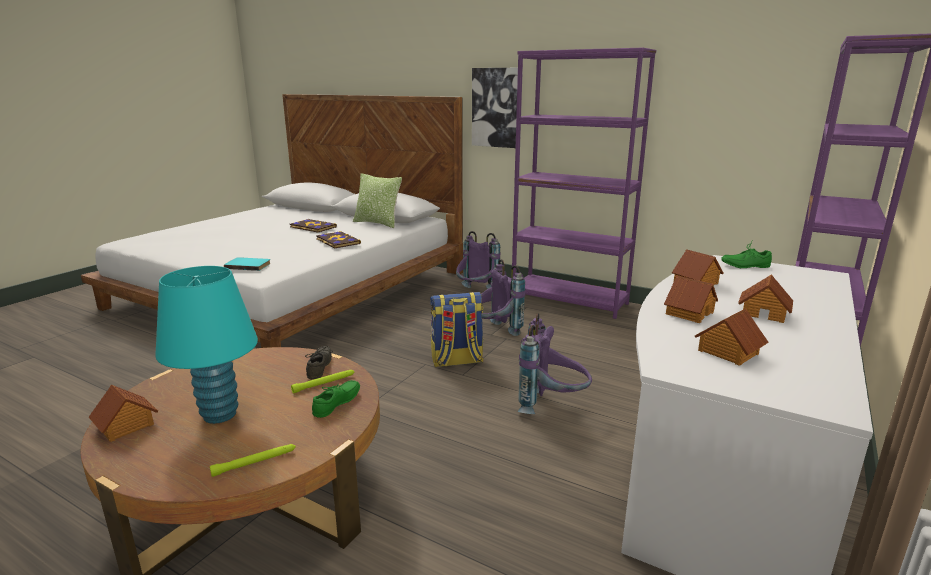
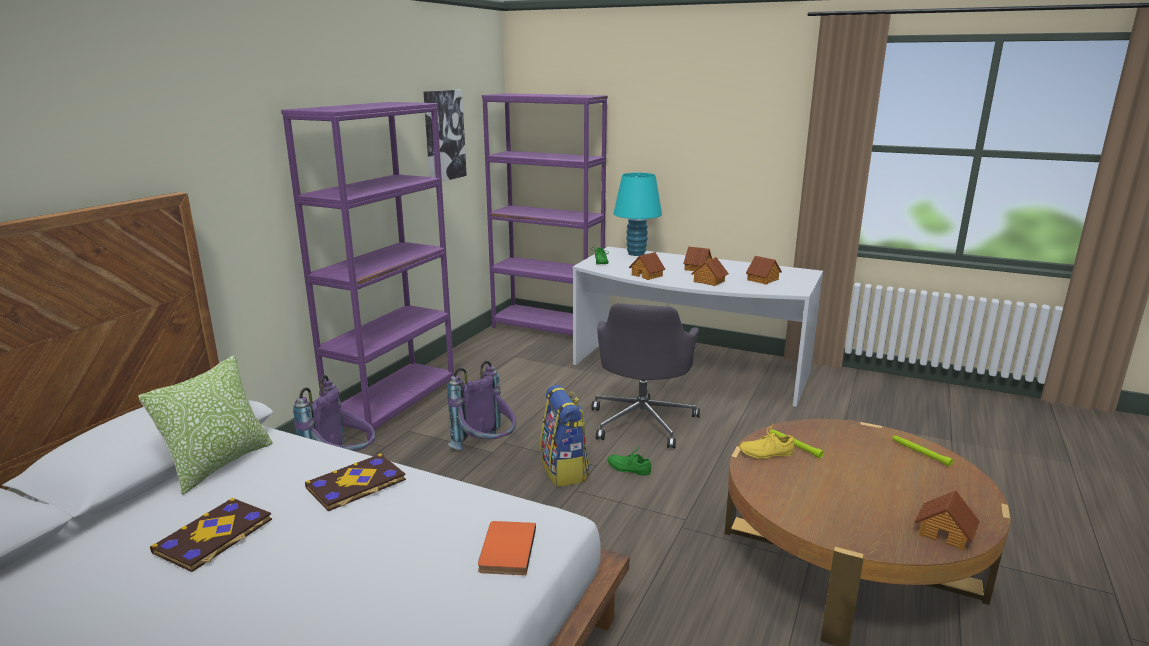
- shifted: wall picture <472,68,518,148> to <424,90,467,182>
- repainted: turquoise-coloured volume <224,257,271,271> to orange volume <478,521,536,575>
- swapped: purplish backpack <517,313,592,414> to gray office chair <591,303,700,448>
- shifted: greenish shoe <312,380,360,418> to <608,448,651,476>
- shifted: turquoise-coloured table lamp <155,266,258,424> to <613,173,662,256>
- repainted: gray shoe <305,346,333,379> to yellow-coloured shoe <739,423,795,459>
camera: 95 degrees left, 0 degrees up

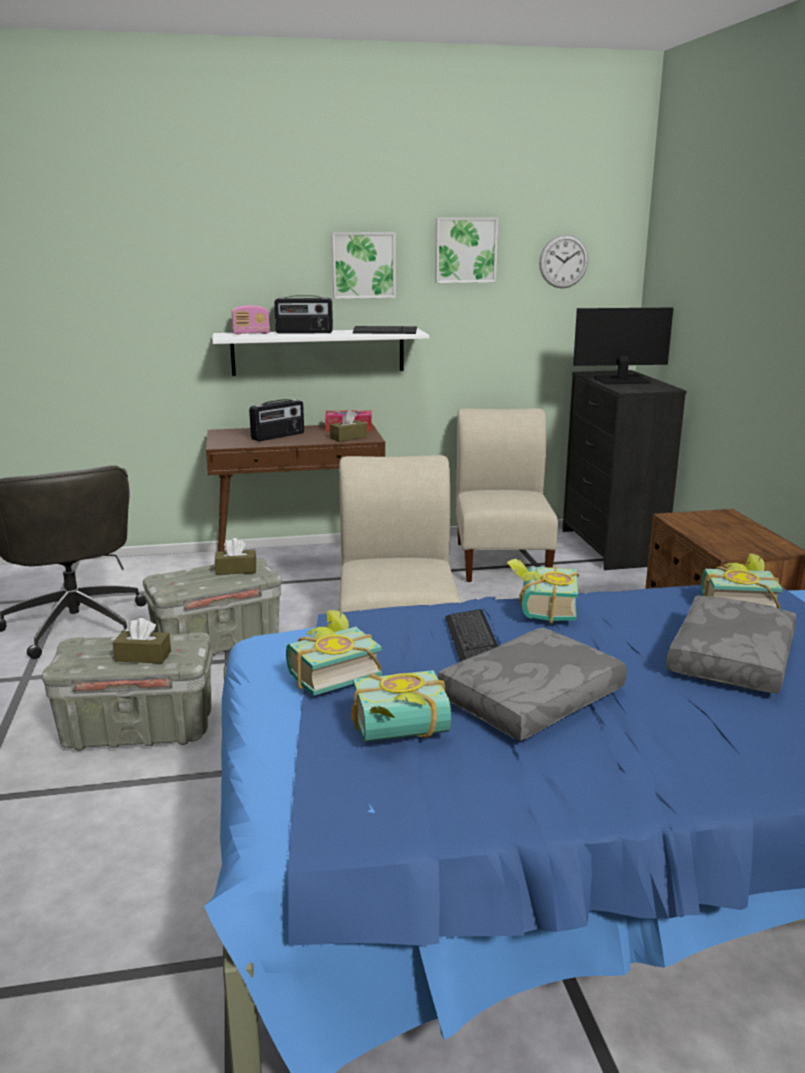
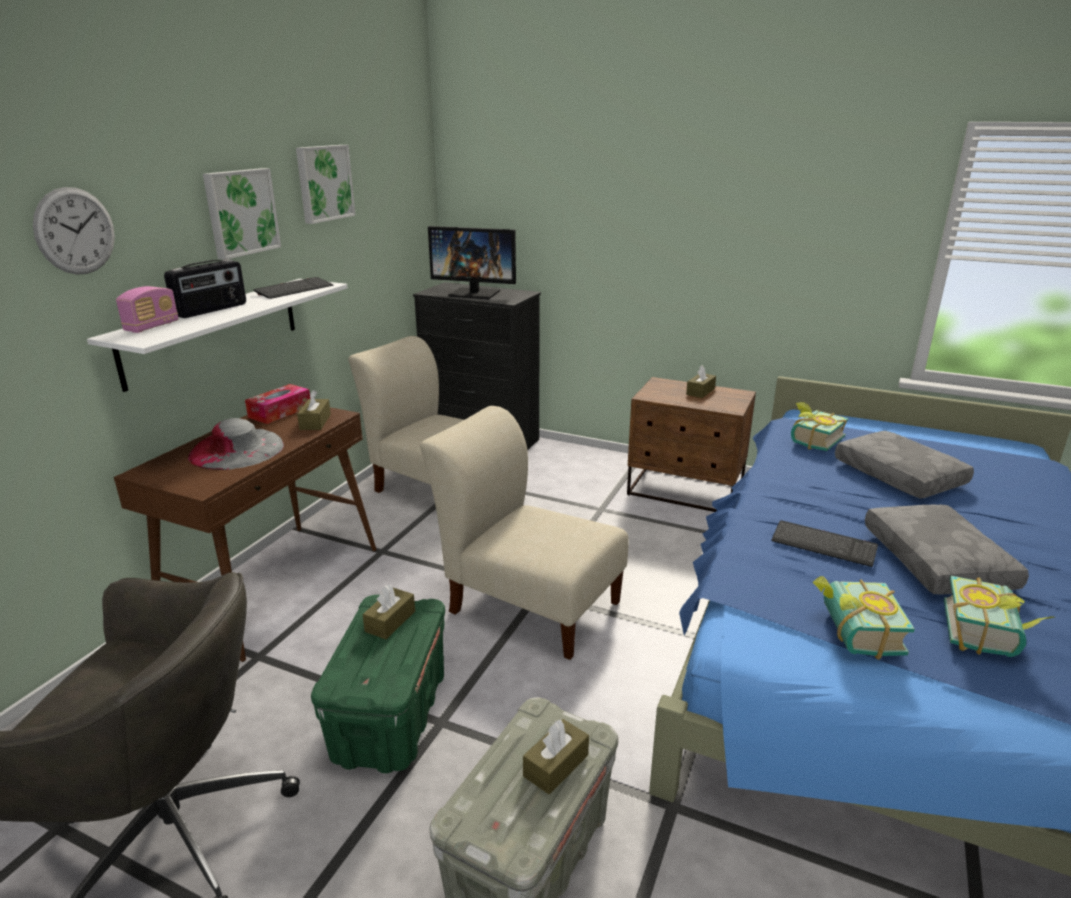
- shifted: hanging clock <539,235,588,288> to <33,187,115,274>
- swapped: radio receiver <249,399,304,441> to gray hat <188,418,284,470>
- repainted: gray storage container <143,557,282,655> to greenish storage container <311,595,445,774>
- rotated: monitor <573,308,673,384> = <428,226,516,299> 105 degrees counterclockwise
- new: brown-coloured box of tissues <686,365,716,398>
- gone: volume <507,559,579,624>
camera: 55 degrees left, 5 degrees up

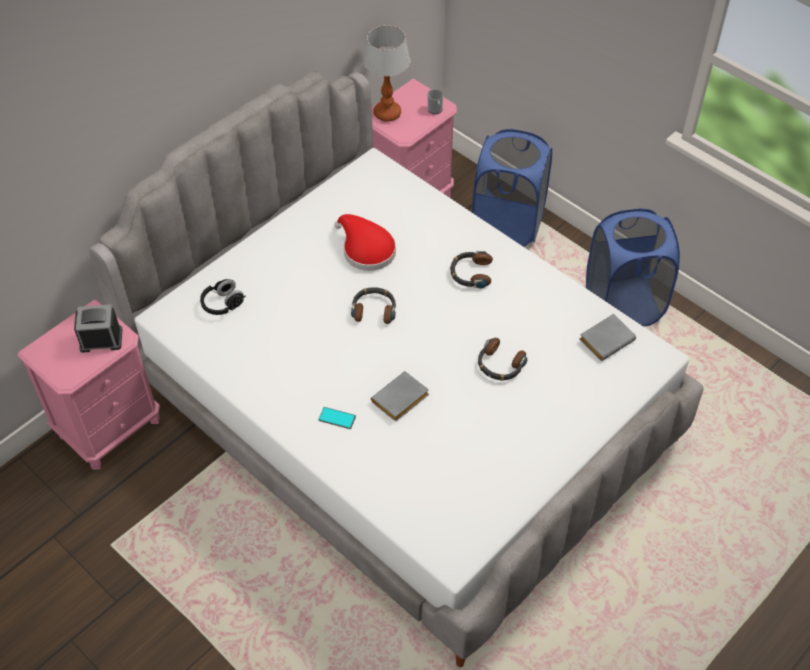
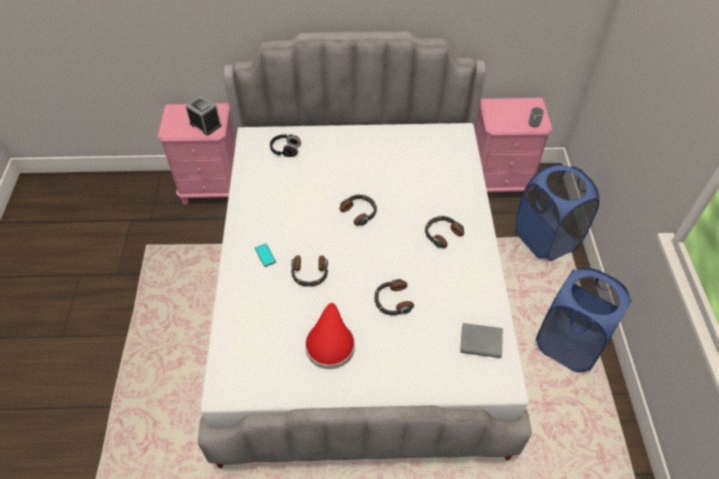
- swapped: gray volume <371,371,429,422> to pair of headphones <291,255,328,287>
- shifted: red hat <334,214,396,271> to <305,303,355,369>
- gone: table lamp <363,25,410,121>
camera: 45 degrees right, 0 degrees up

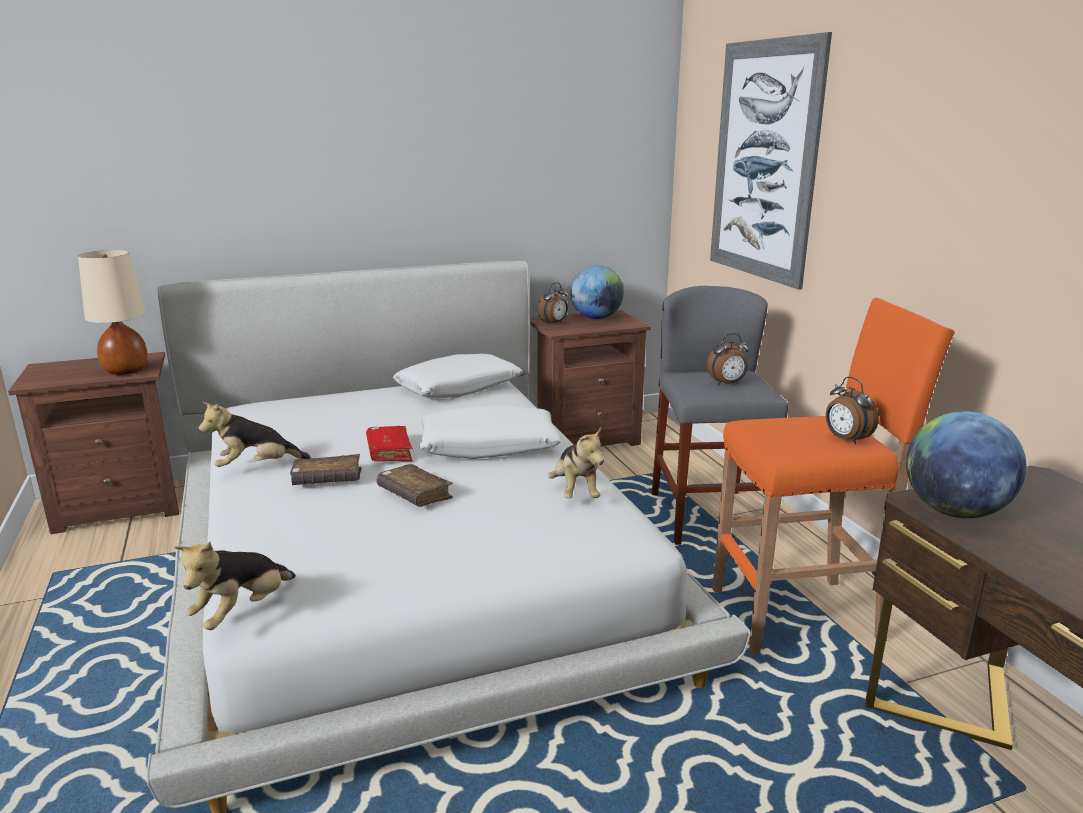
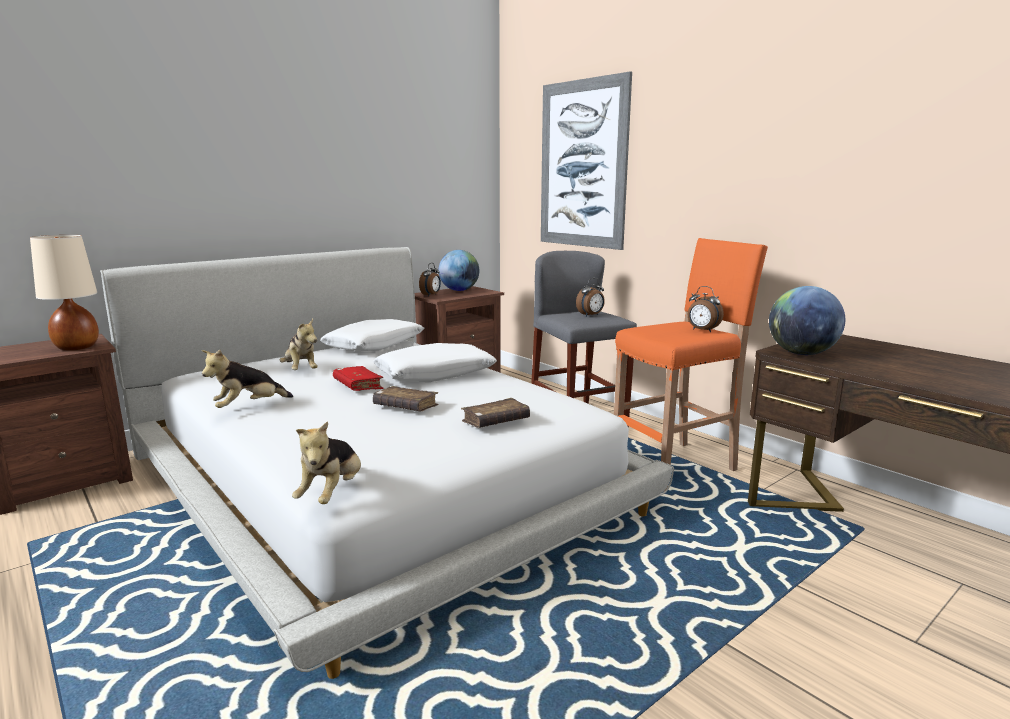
- shifted: plush toy <548,427,604,499> to <279,319,318,370>
- shifted: brown-coloured volume <290,454,362,485> to <461,398,530,428>
camera: 20 degrees left, 5 degrees down

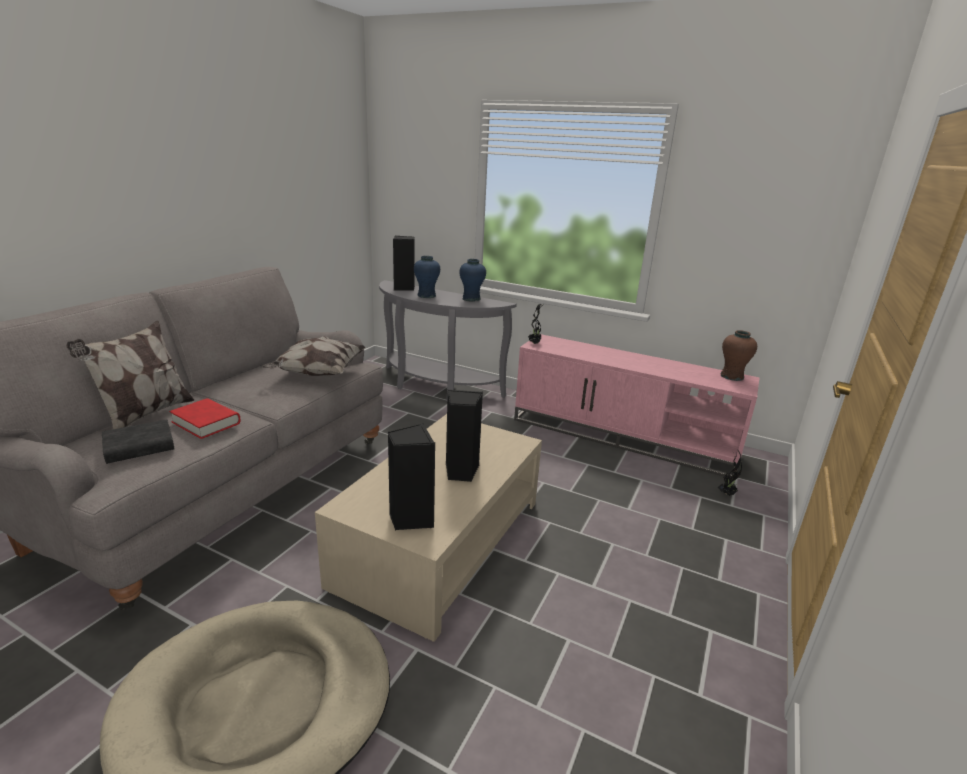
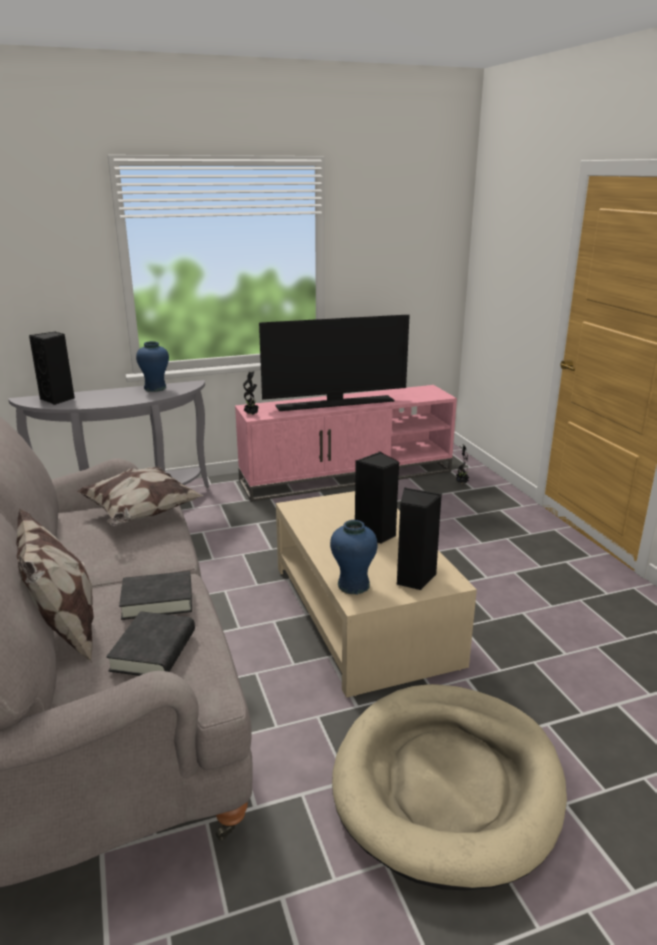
- repainted: red volume <169,398,241,439> to blackish volume <119,571,192,620>
- new: television <259,315,410,411>
- shifted: blue-coloured vase <414,256,440,298> to <330,520,378,595>
- gone: brown-coloured vase <721,330,757,381>
camera: 45 degrees left, 0 degrees up

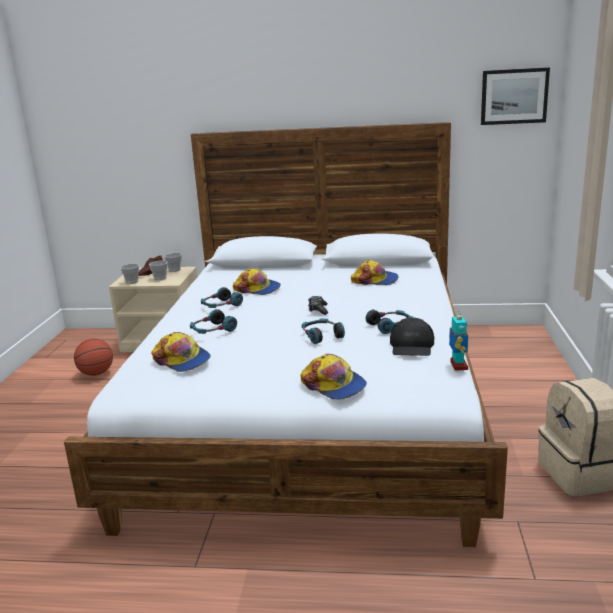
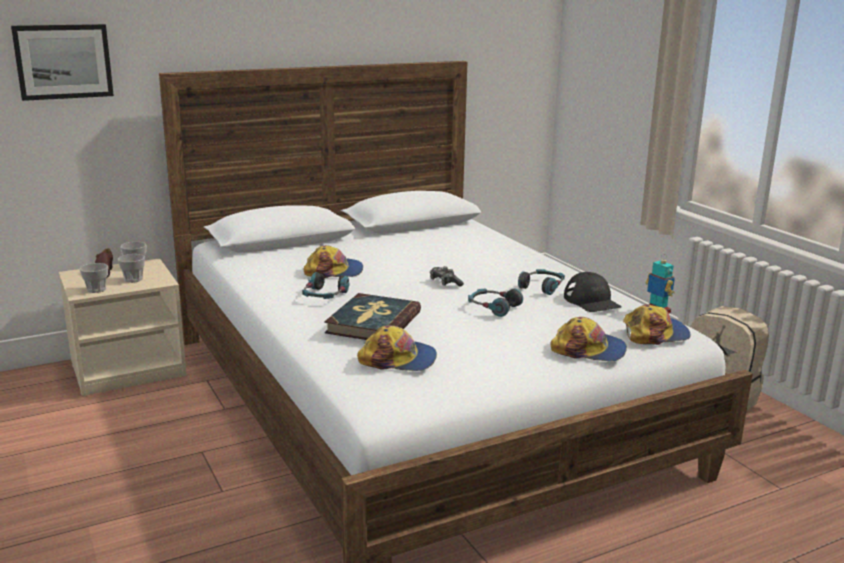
- shifted: wall picture <481,67,550,125> to <11,24,114,101>
- swapped: pair of headphones <190,309,237,334> to volume <324,293,421,340>
- shifted: cap <351,260,399,285> to <623,304,691,345>
- gone: basketball <74,338,113,376>
camera: 35 degrees left, 0 degrees up

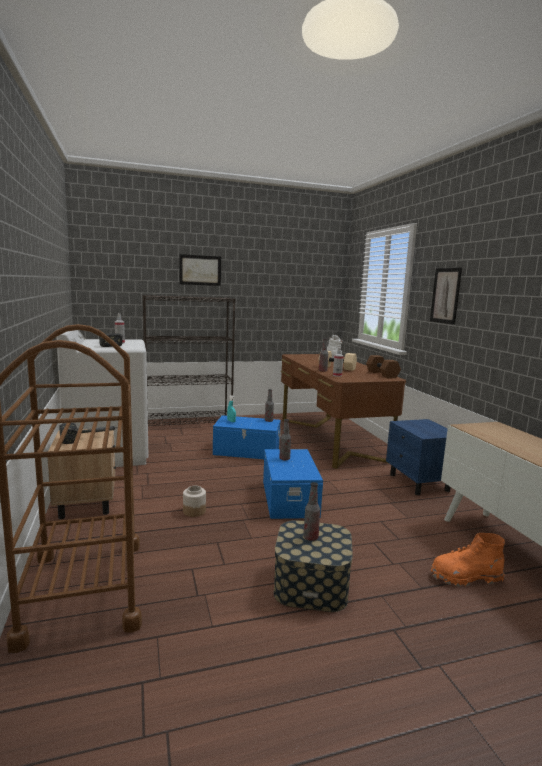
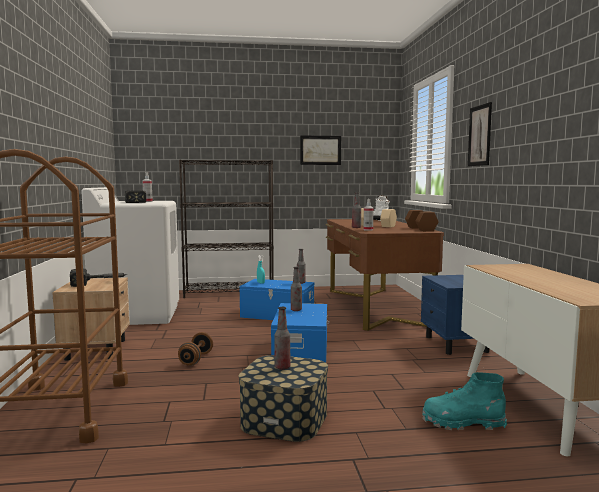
- swapped: preserve jar <183,486,206,517> to brown-coloured dumbbell <178,332,213,366>
- shifted: wall picture <179,254,221,286> to <300,135,341,165>
- repainted: orange high-top boot <431,533,505,587> to turquoise-coloured high-top boot <422,372,507,430>
camera: 10 degrees right, 5 degrees down

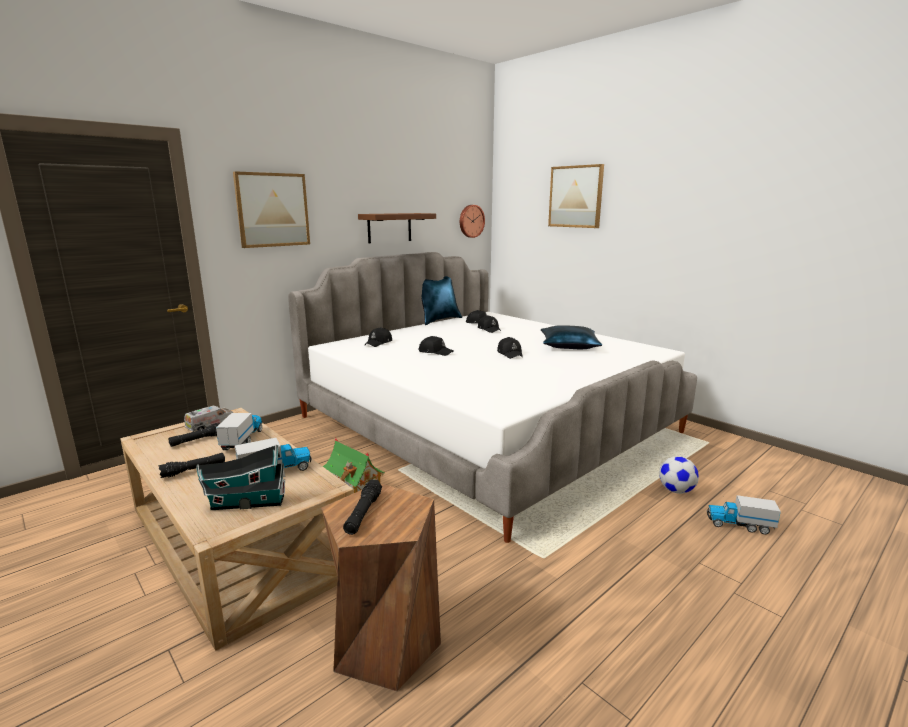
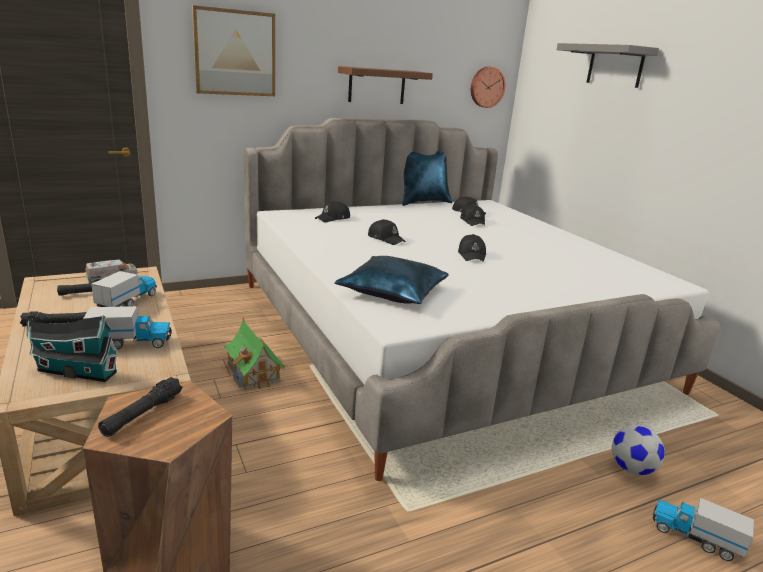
- shifted: blue-coloured cushion <541,325,602,350> to <334,256,449,304>
- swapped: wall picture <548,164,604,228> to gray bracket shelf <557,43,659,88>
camera: 15 degrees right, 5 degrees up

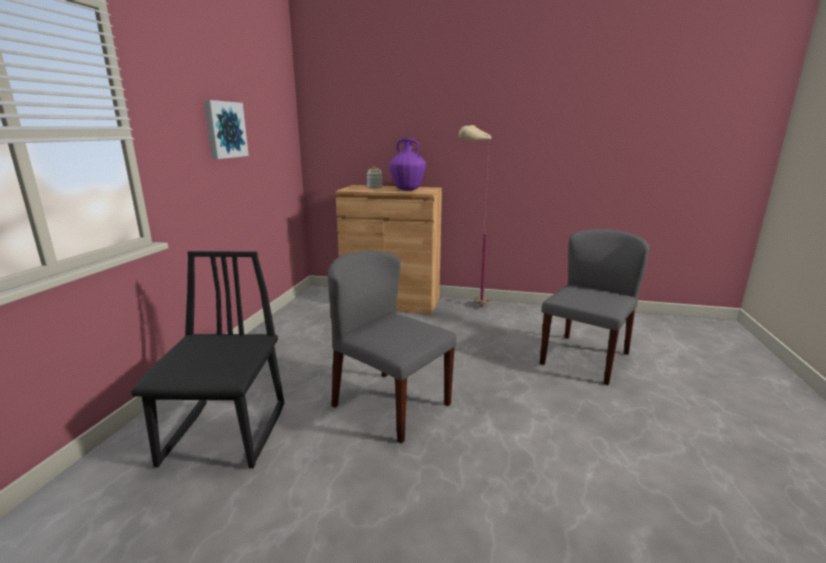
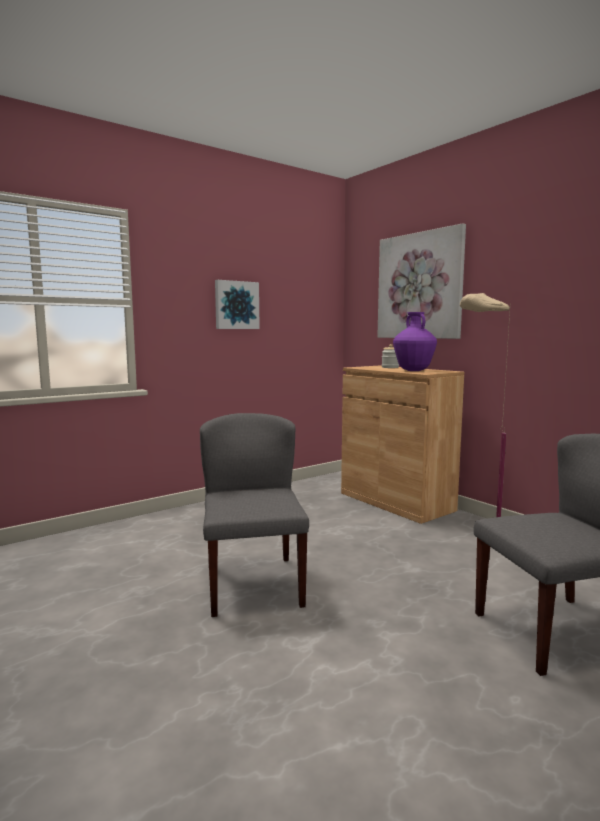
- new: wall picture <377,223,466,339>
- gone: blackish upright chair <131,251,284,468>
camera: 40 degrees right, 10 degrees down

